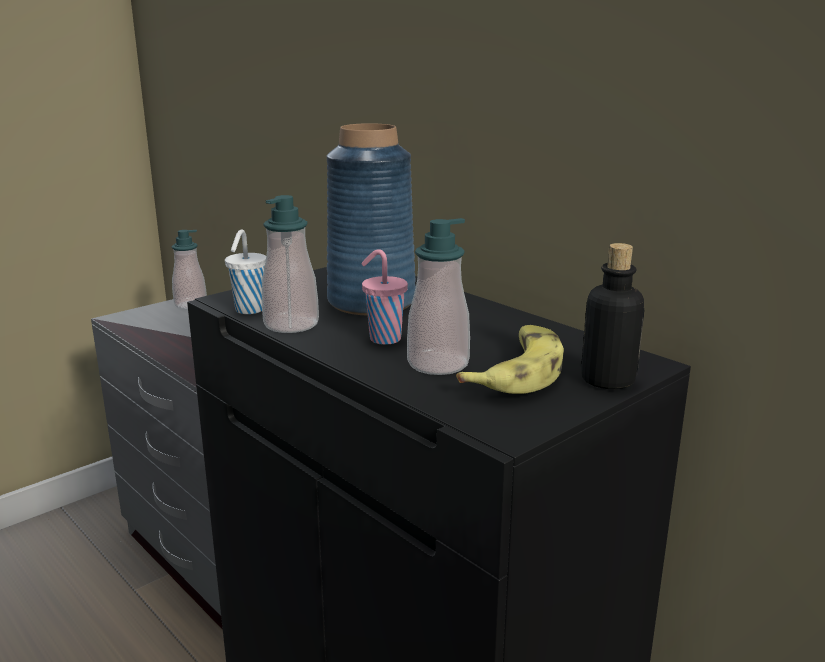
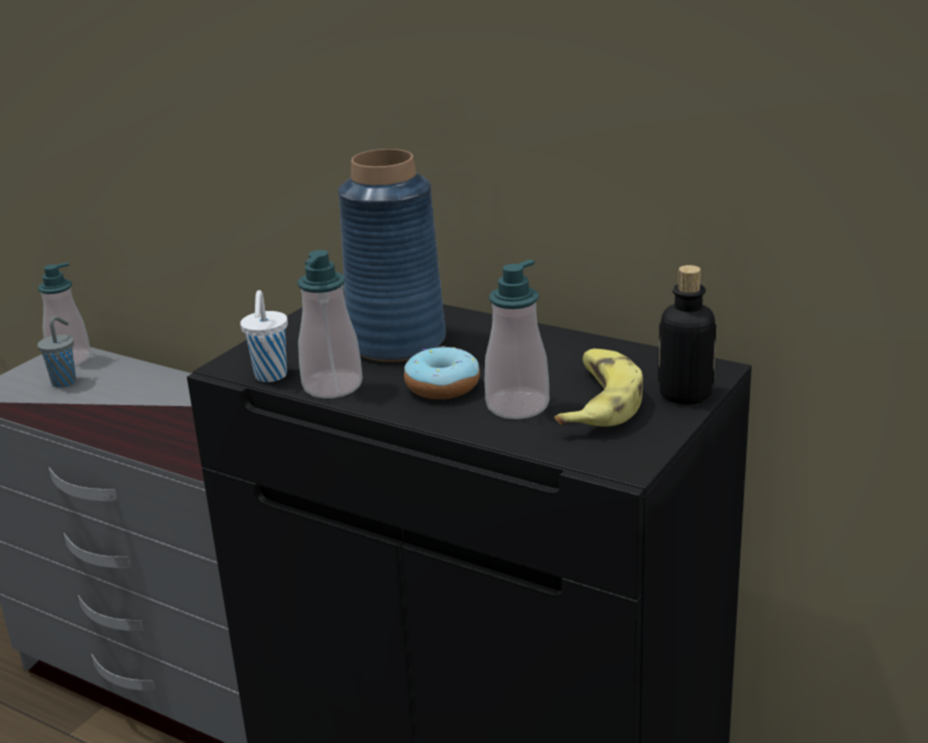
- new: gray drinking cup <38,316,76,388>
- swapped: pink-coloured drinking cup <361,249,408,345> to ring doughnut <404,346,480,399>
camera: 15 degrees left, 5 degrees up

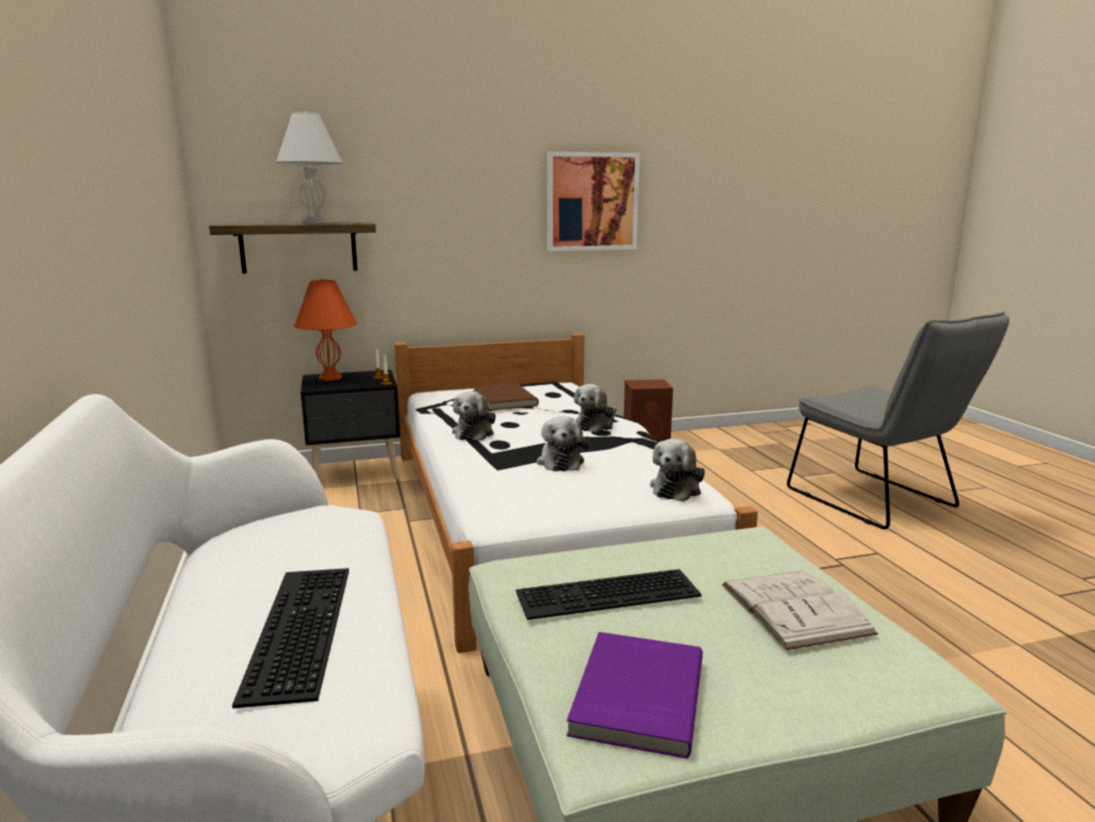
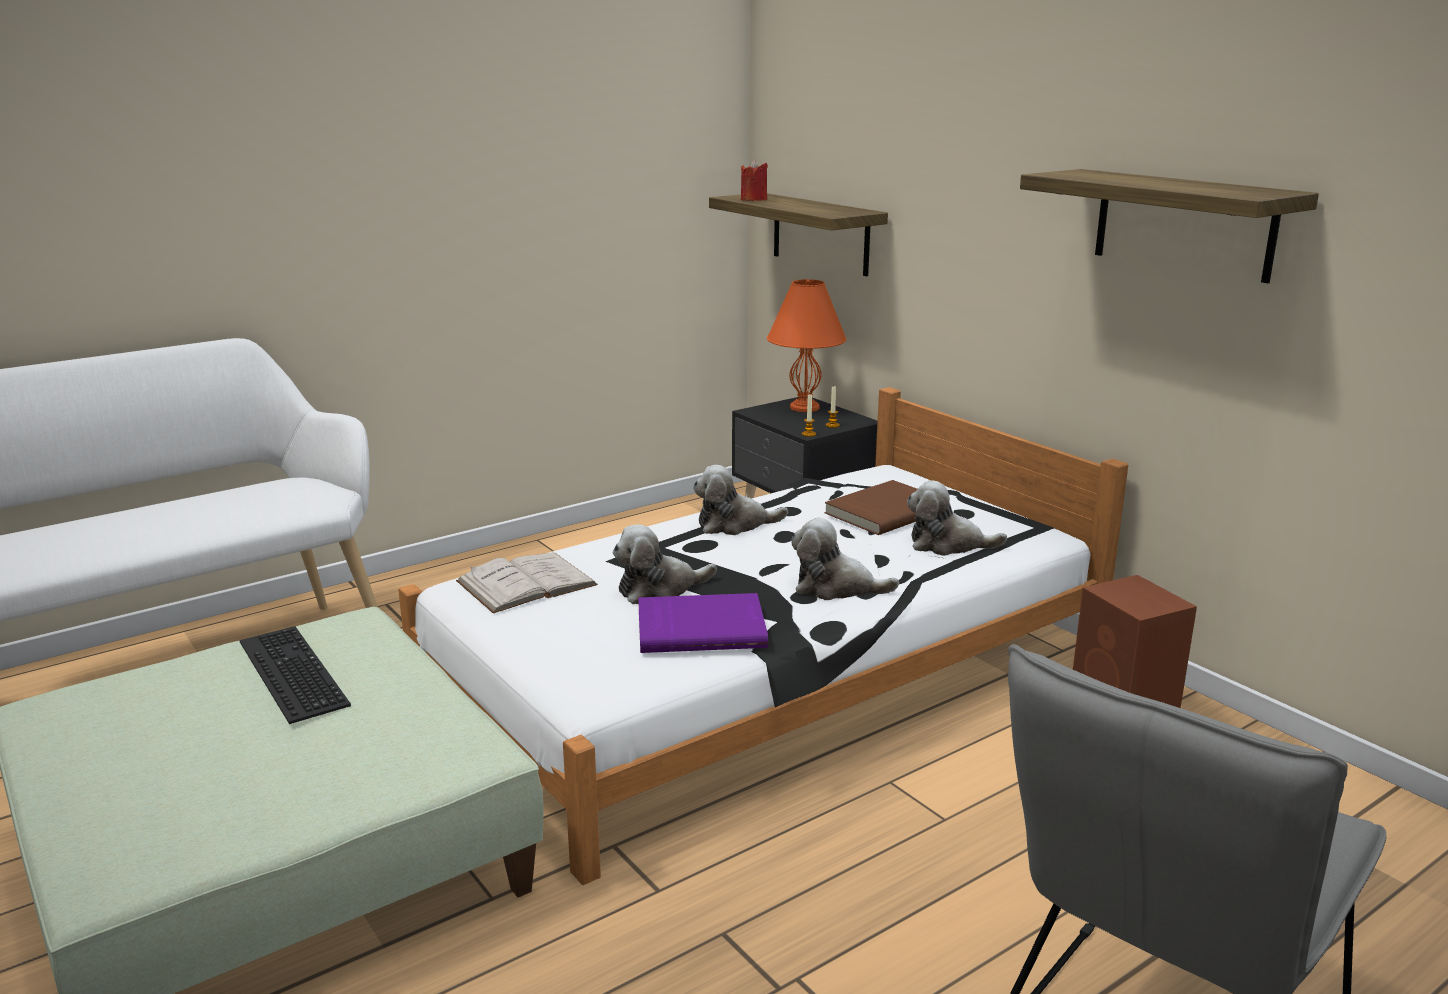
- shifted: white-coloured volume <722,571,878,650> to <456,552,598,613>
- shifted: purplish volume <567,632,703,759> to <638,593,768,653>
- new: red candle <741,159,768,201>
- shifted: plush toy <650,439,705,502> to <907,480,1007,556>
- swapped: wall picture <547,152,640,251> to bracket shelf <1020,169,1319,283>
- gone: PC keyboard <232,568,349,708>
- gone: white-coloured table lamp <276,111,343,224>
camera: 70 degrees right, 5 degrees up

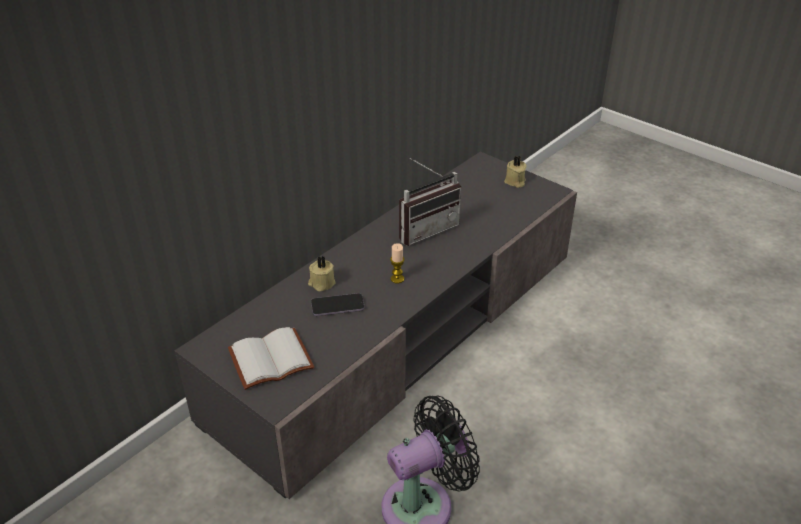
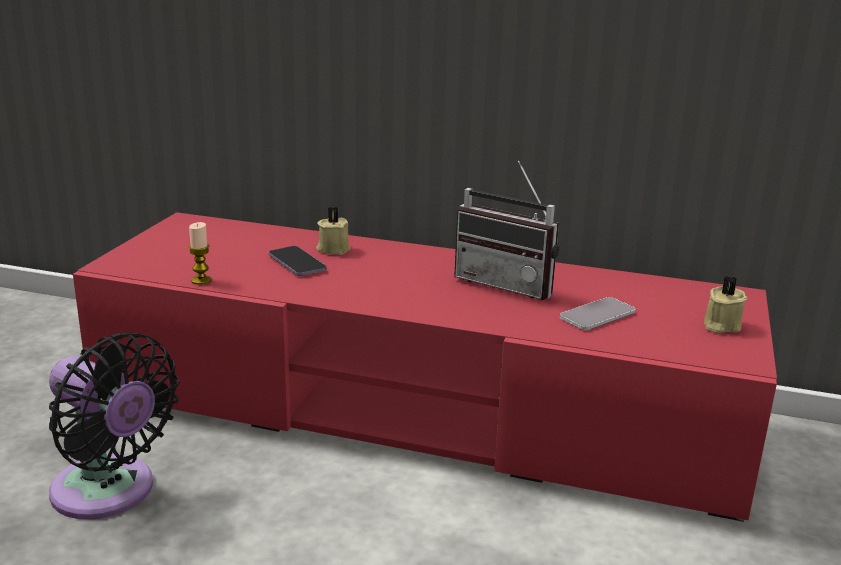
- repainted: gray media console <175,152,577,499> to red media console <73,212,777,522>
- shifted: candle <390,243,404,284> to <188,222,212,285>
- new: telephone <560,297,635,330>
- gone: white-coloured volume <228,327,314,390>
camera: 65 degrees right, 15 degrees down

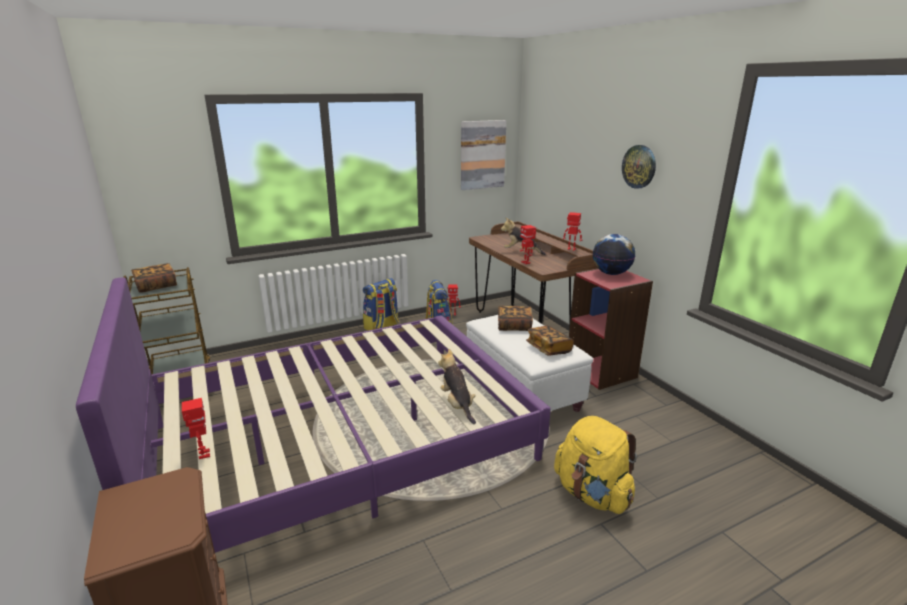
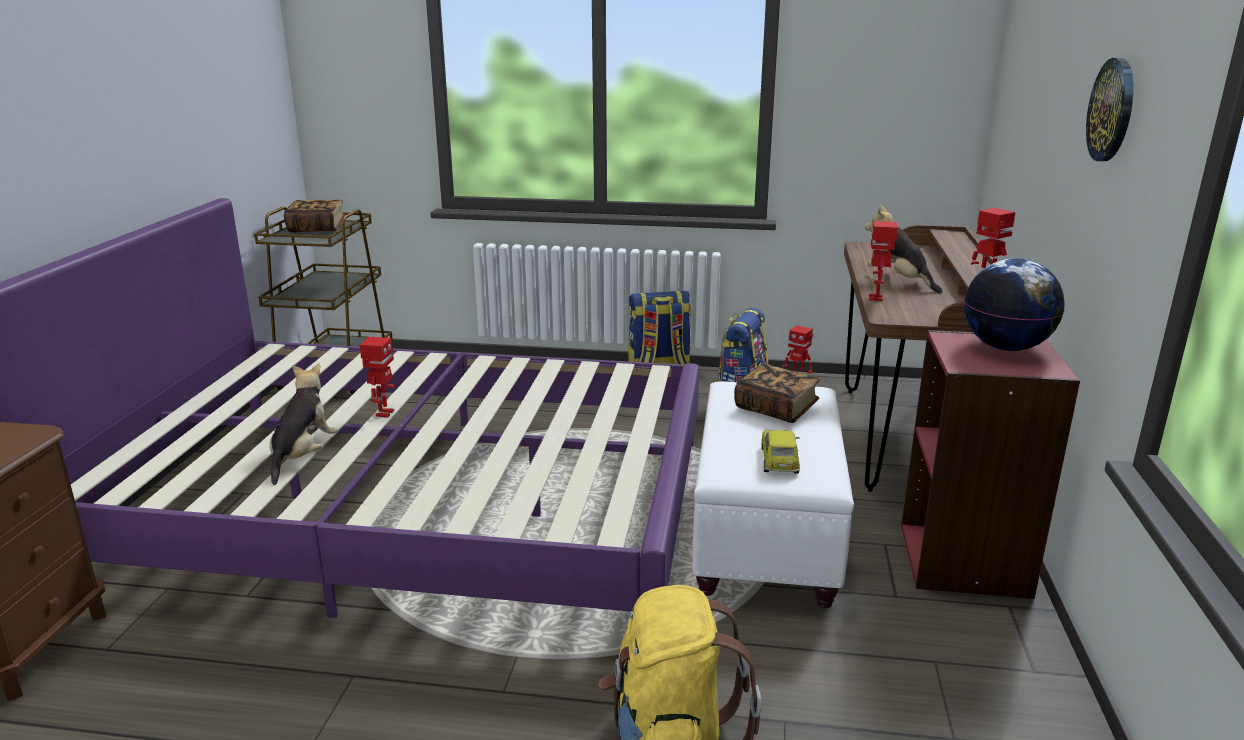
- shifted: plush toy <438,349,476,424> to <269,363,338,485>
- shifted: toy robot <182,398,210,459> to <360,337,395,418>
- swapped: volume <526,326,574,356> to toy car <761,429,800,474>
- gone: wall picture <461,120,506,190>
camera: 35 degrees right, 0 degrees up

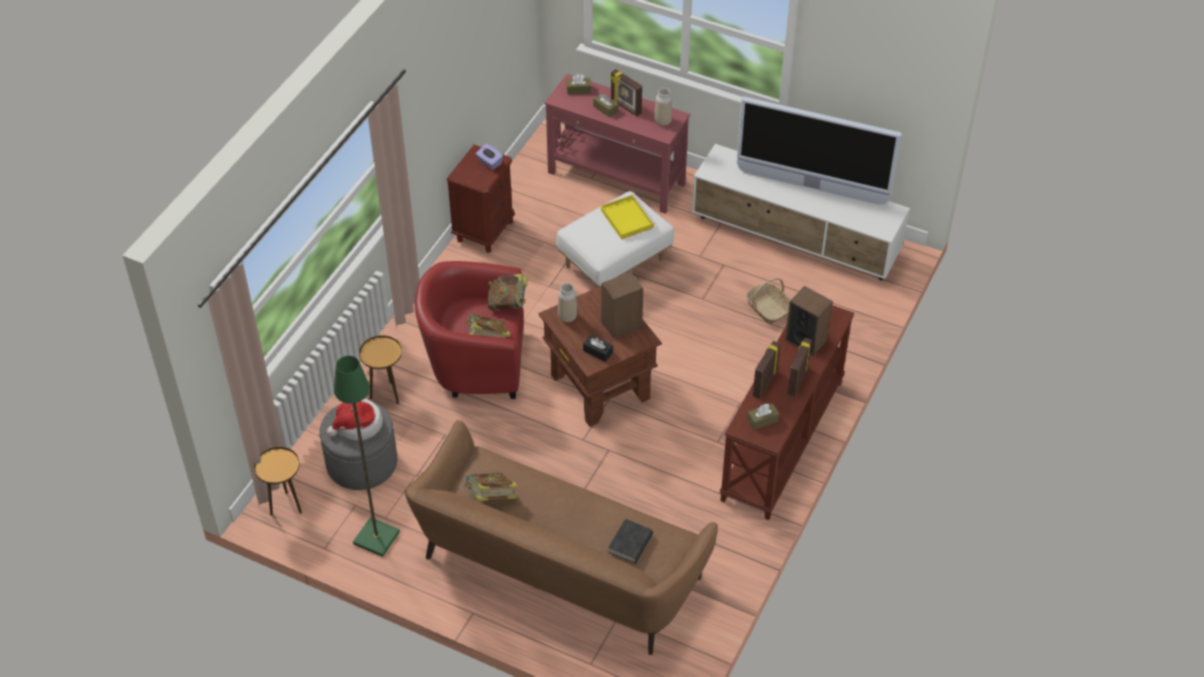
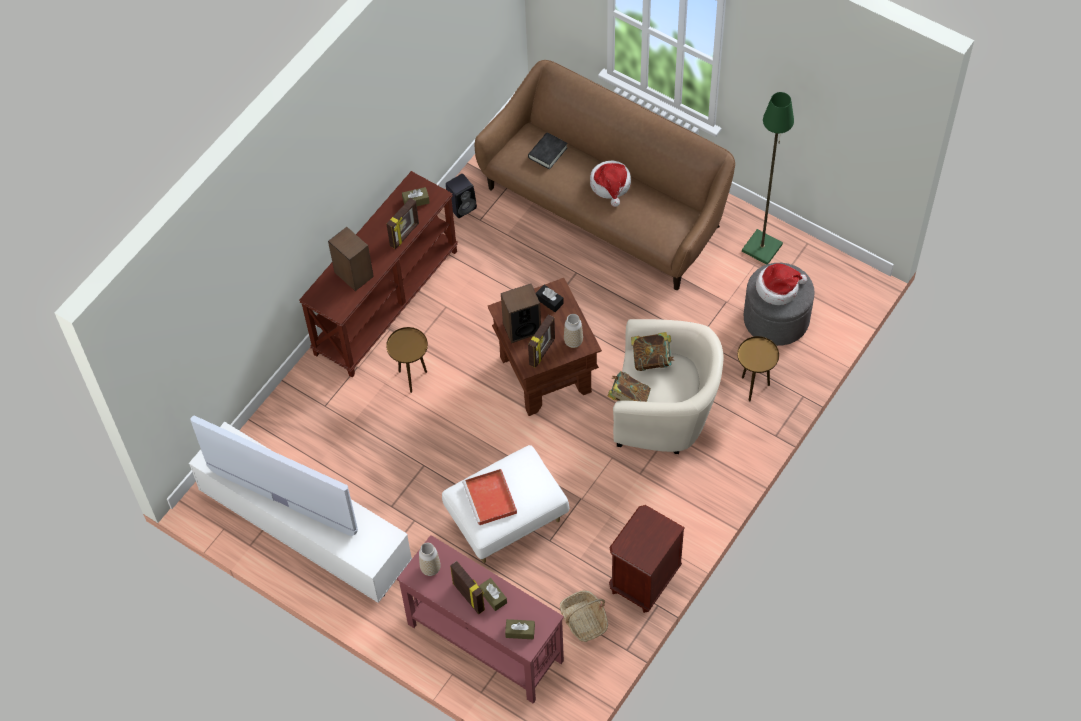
- shifted: brown-coloured side table <254,447,302,516> to <386,327,428,393>
- new: blackish loudspeaker <446,174,477,218>
- repainted: yellow-coloured serving tray <601,195,655,239> to red serving tray <462,469,517,525>
- shifted: standing frame <788,338,812,397> to <528,314,555,368>
- shifted: basket <746,278,791,324> to <560,590,608,642>
- new: hat <590,160,631,207>
- repainted: red easy chair <415,261,524,399> to sand-coloured easy chair <613,319,723,454>
- gone: volume <463,472,518,501>
- gone: purplish box of tissues <476,144,503,170>
camera: 170 degrees left, 10 degrees up

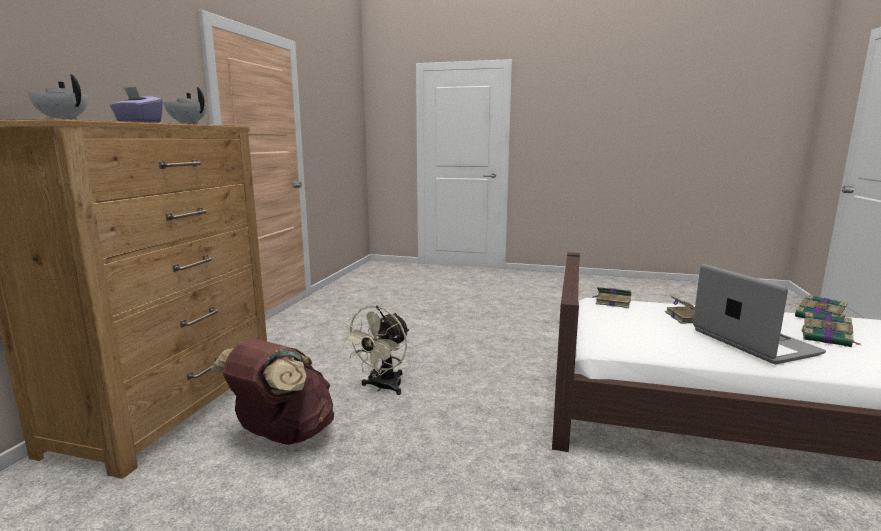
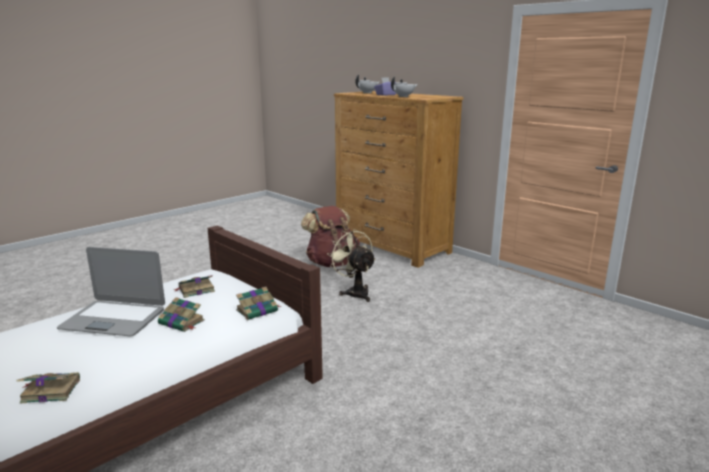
- shifted: volume <802,312,861,347> to <174,275,215,298>
camera: 120 degrees right, 5 degrees up

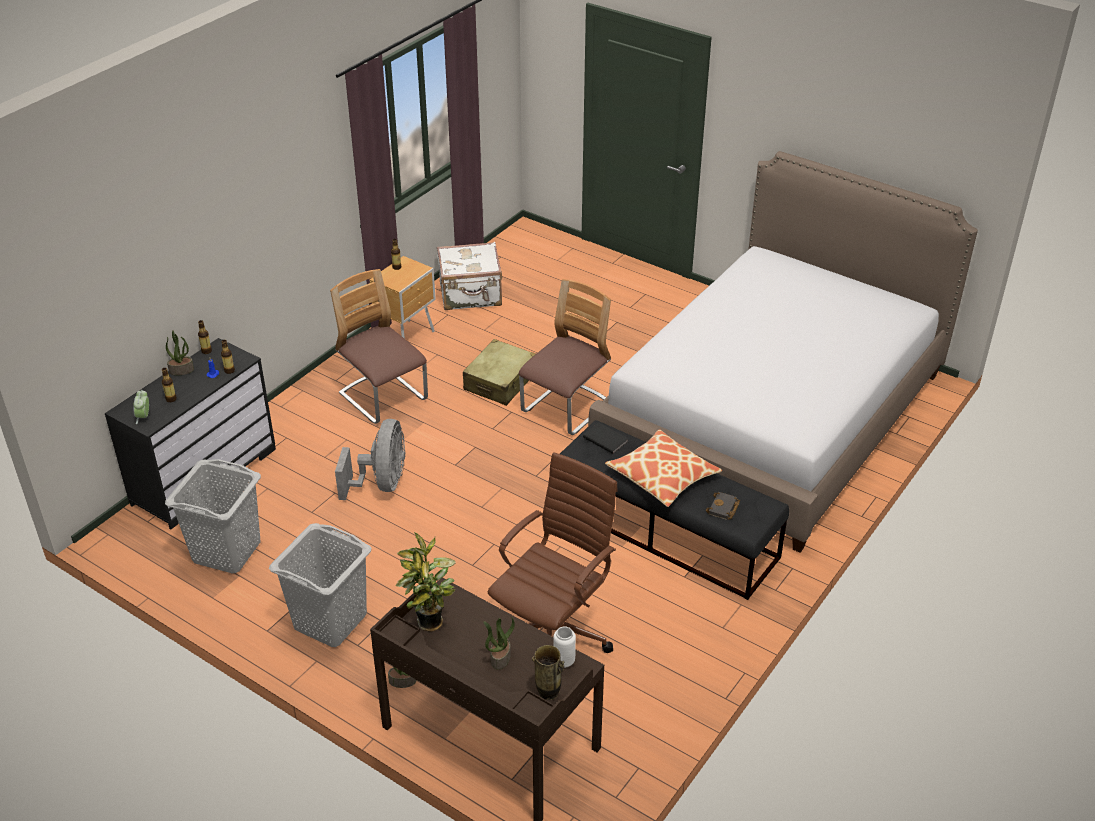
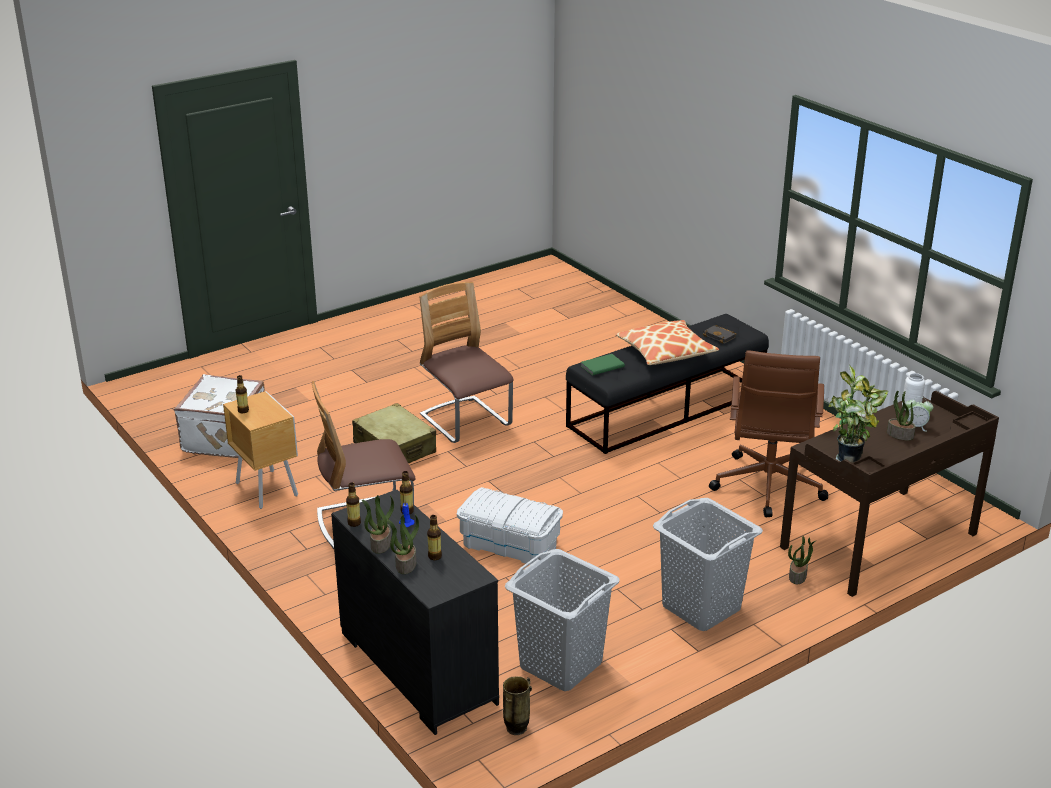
- new: plant in a pot <387,514,419,574>
- swapped: gray electric fan <335,419,406,500> to white-coloured storage container <457,487,563,565>
- shifted: vase <532,645,564,700> to <503,676,532,735>
- repainted: blackish volume <583,423,628,454> to greenish volume <581,354,625,375>
- rotated: brown-coloured office chair <488,452,618,653> = <709,350,828,517> 135 degrees counterclockwise
- shifted: alarm clock <133,390,149,424> to <905,397,933,432>
- gone: bedroom bed <588,151,978,553>
camera: 70 degrees left, 10 degrees down

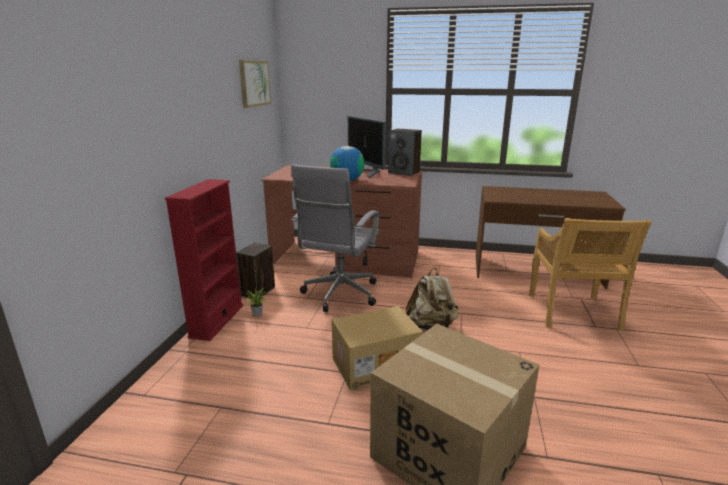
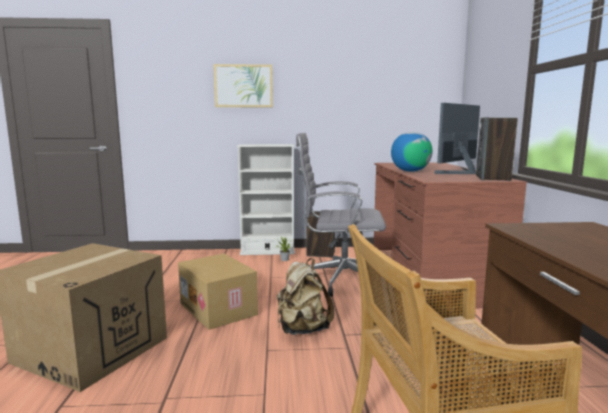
- shifted: wall picture <239,60,271,108> to <213,64,273,107>
- repainted: red bookshelf <165,179,243,341> to white-coloured bookshelf <237,144,295,255>
camera: 75 degrees right, 10 degrees down

